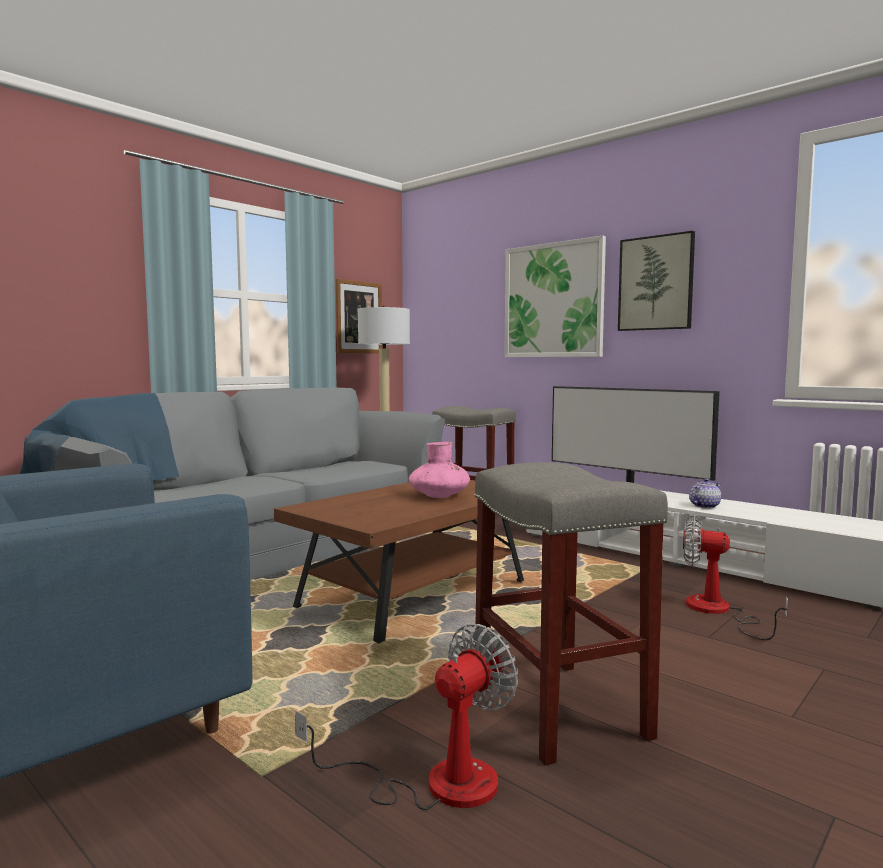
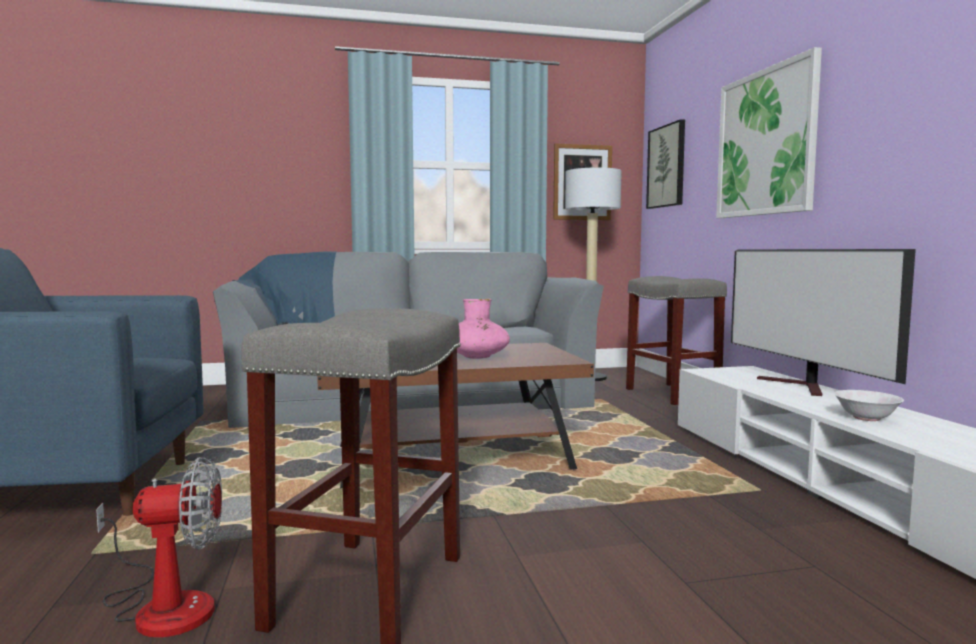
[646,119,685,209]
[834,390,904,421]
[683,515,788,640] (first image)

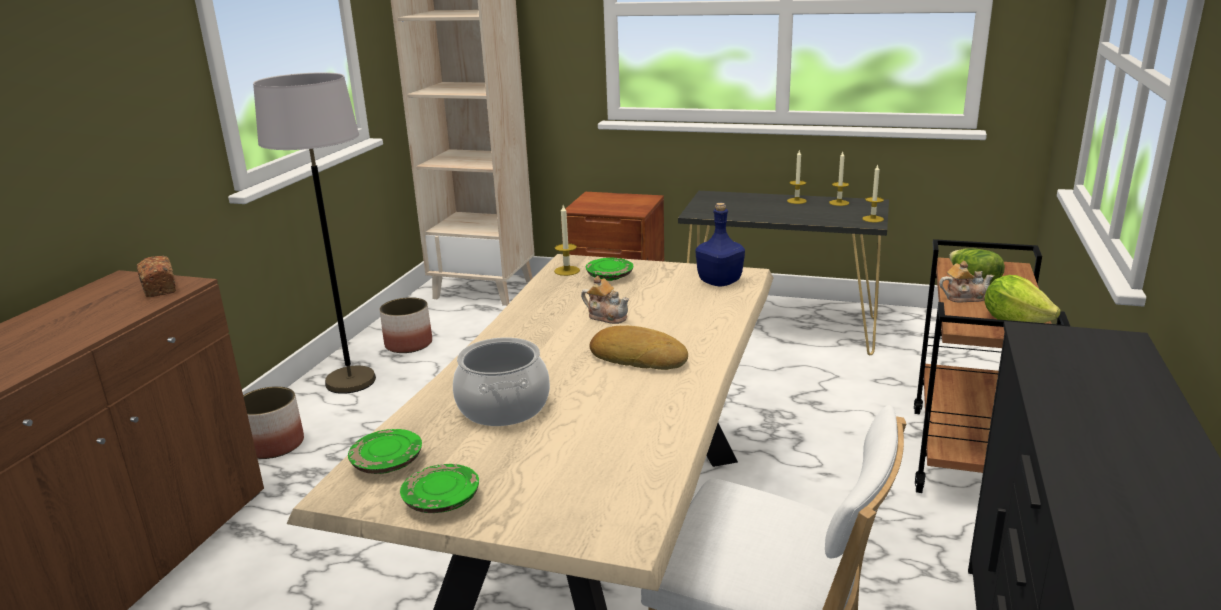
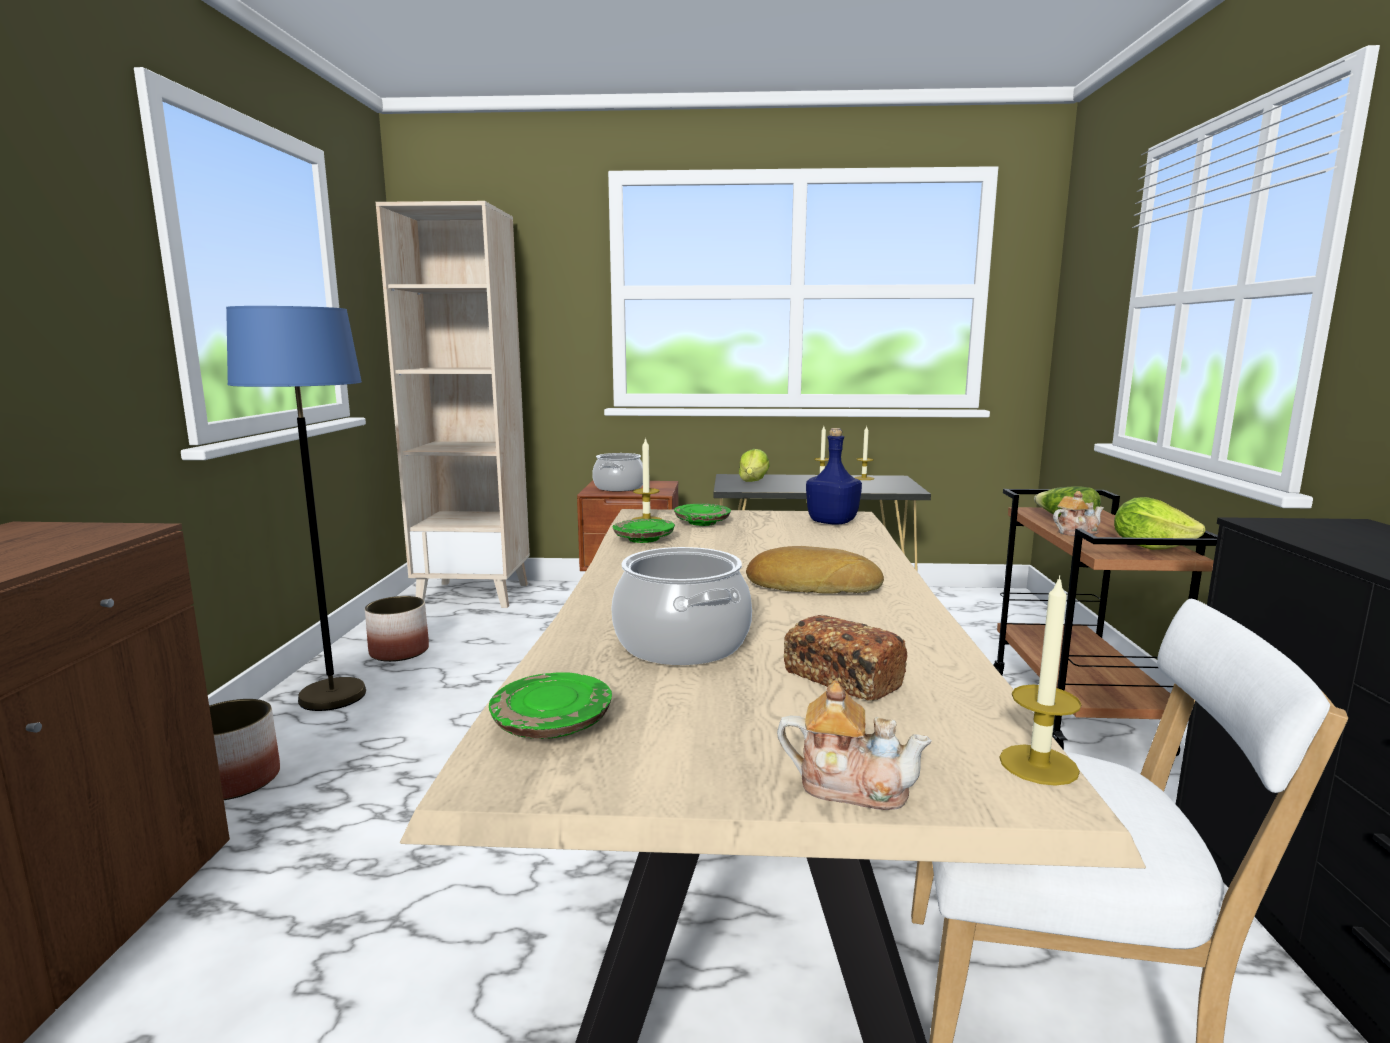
[226,306,366,711]
[999,575,1082,786]
[784,615,908,701]
[777,680,932,810]
[613,519,675,543]
[739,449,770,482]
[592,453,643,492]

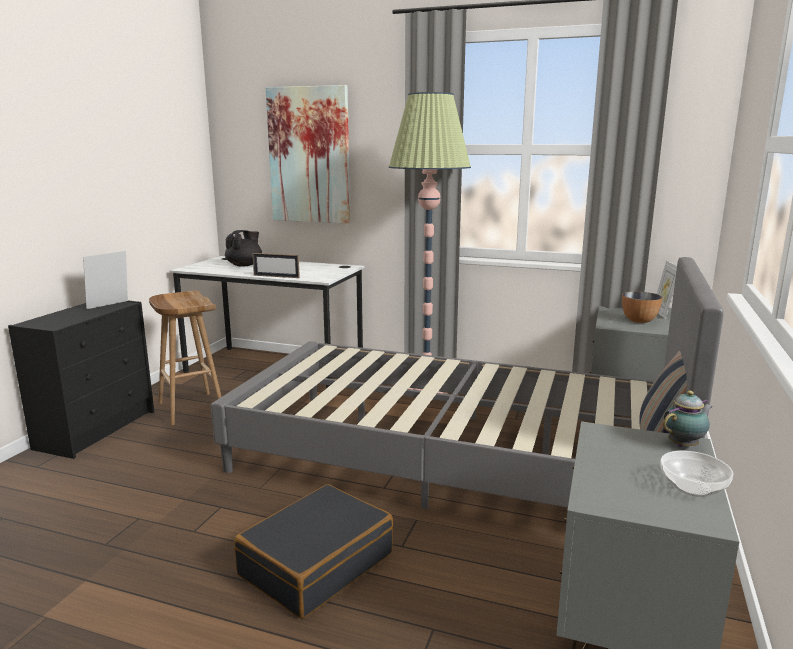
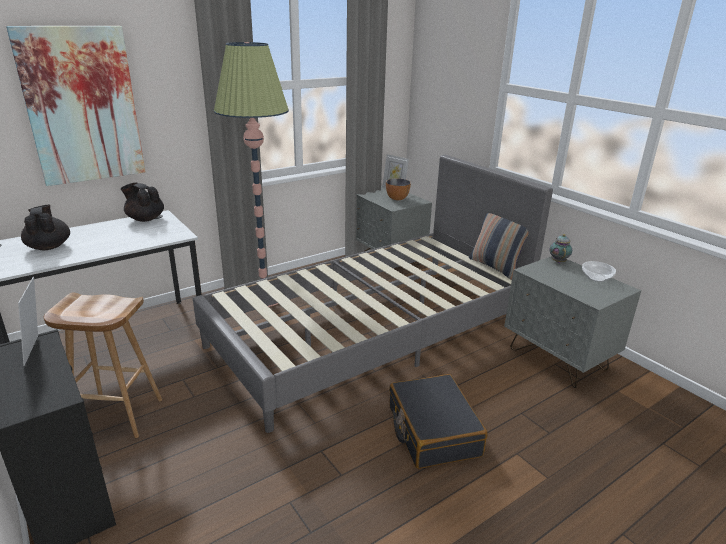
[252,253,300,278] (first image)
[121,183,164,222]

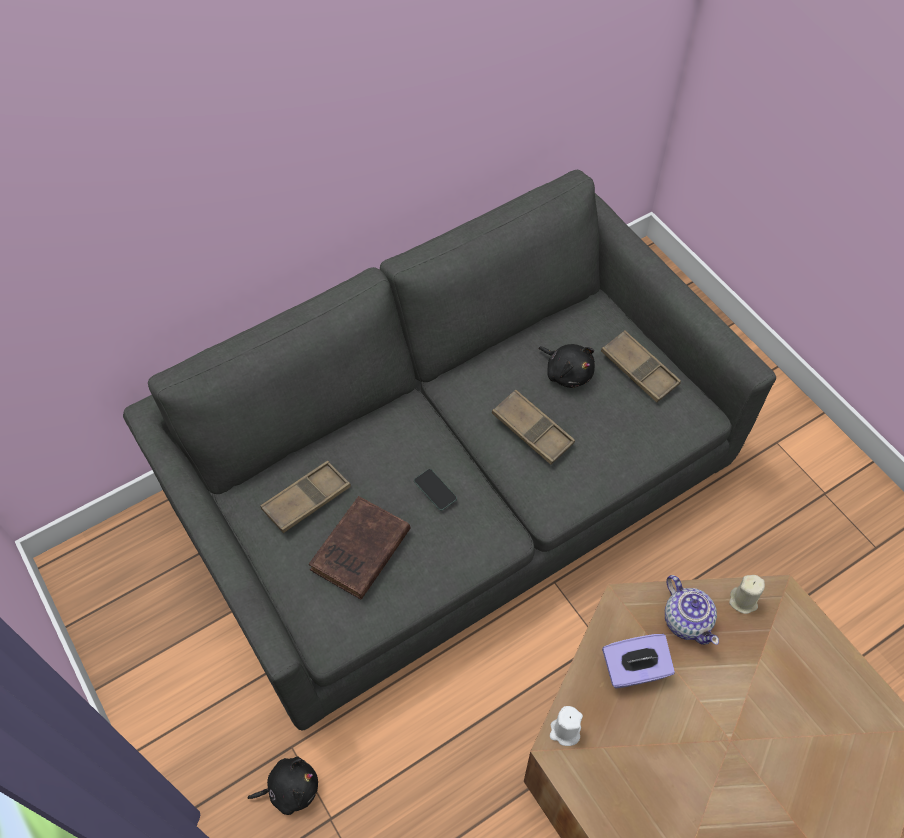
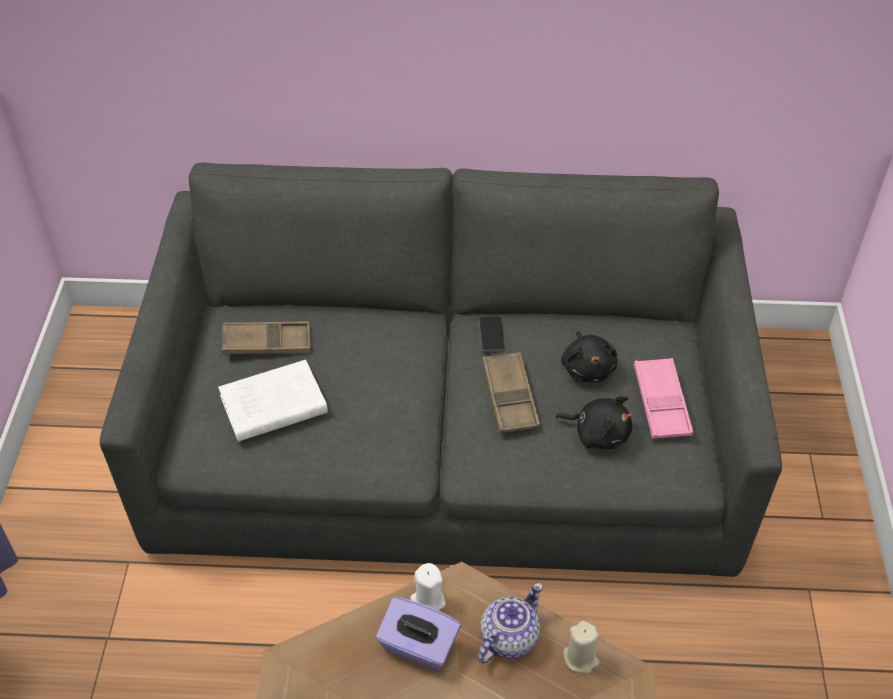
[634,358,693,439]
[479,316,505,352]
[218,360,328,442]
[477,583,543,664]
[410,563,446,611]
[555,396,632,449]

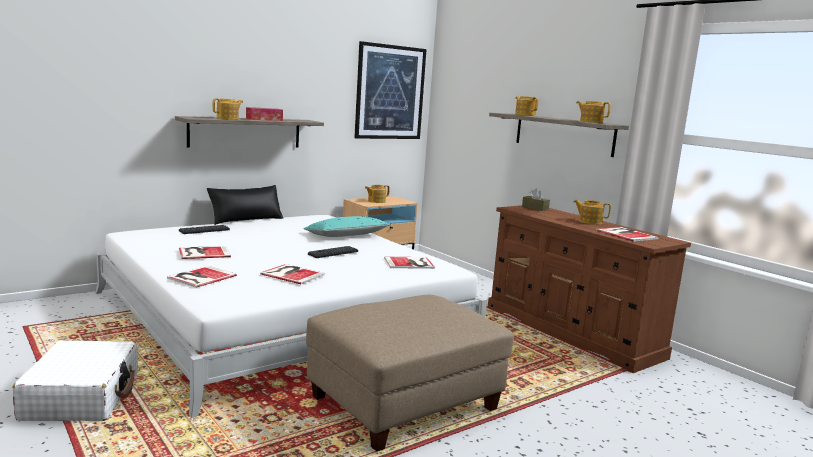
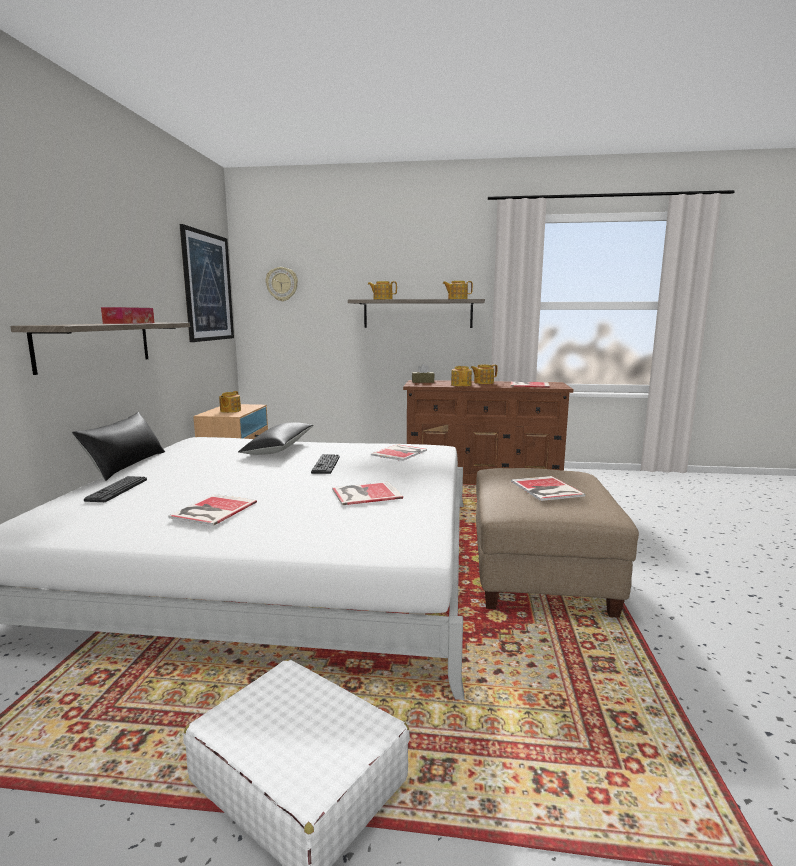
[451,366,472,386]
[238,423,314,455]
[511,476,586,501]
[266,267,298,301]

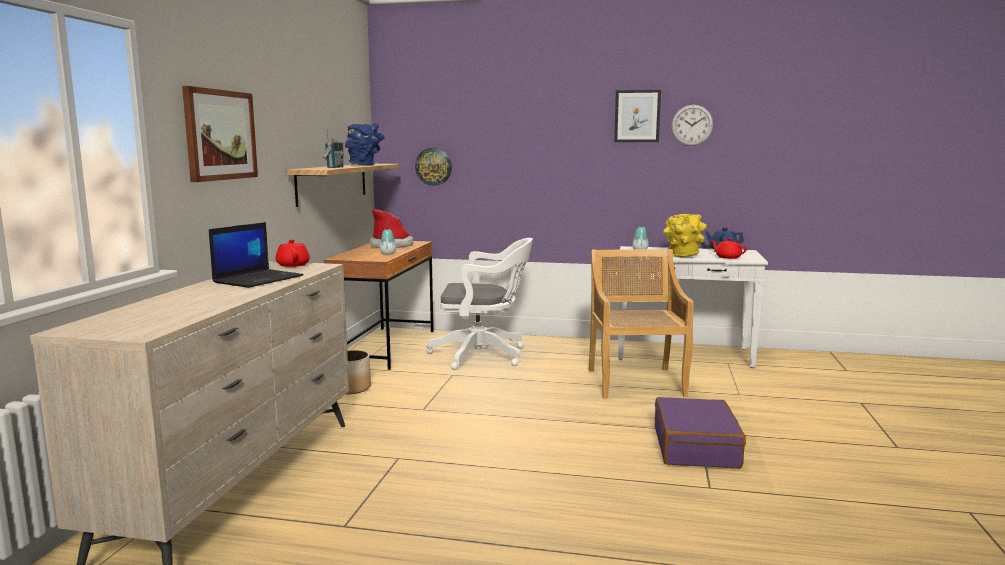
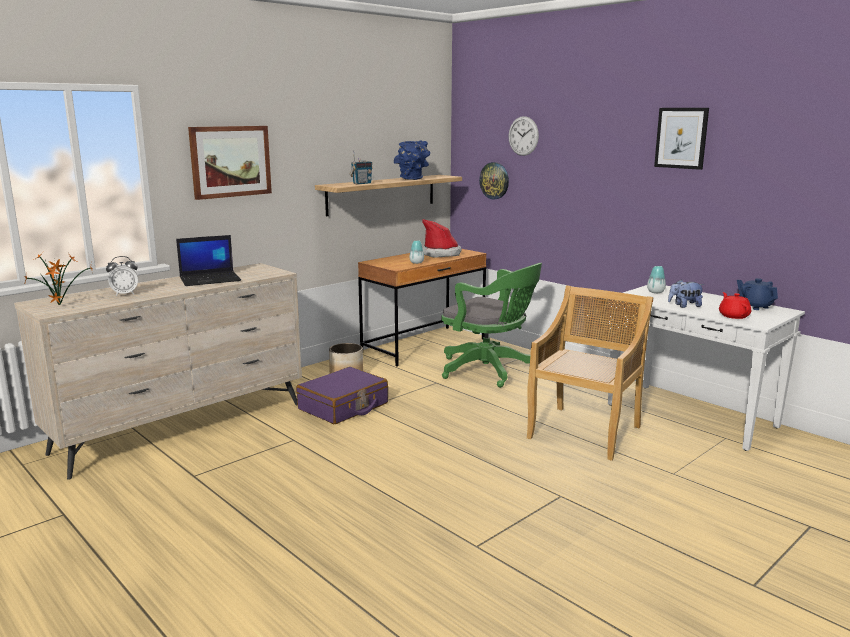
[508,116,539,156]
[668,279,704,308]
[441,263,542,388]
[275,239,310,267] (first image)
[296,367,388,424]
[25,252,93,305]
[106,256,138,296]

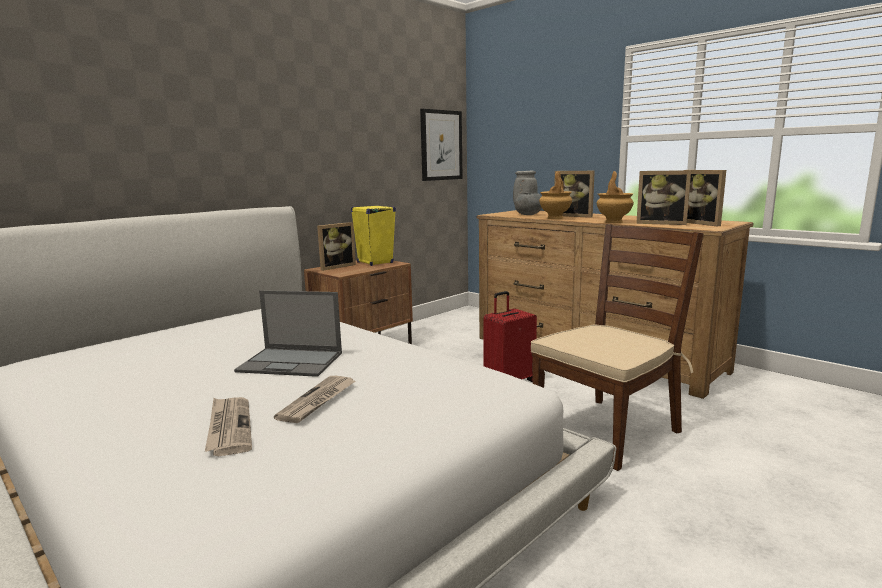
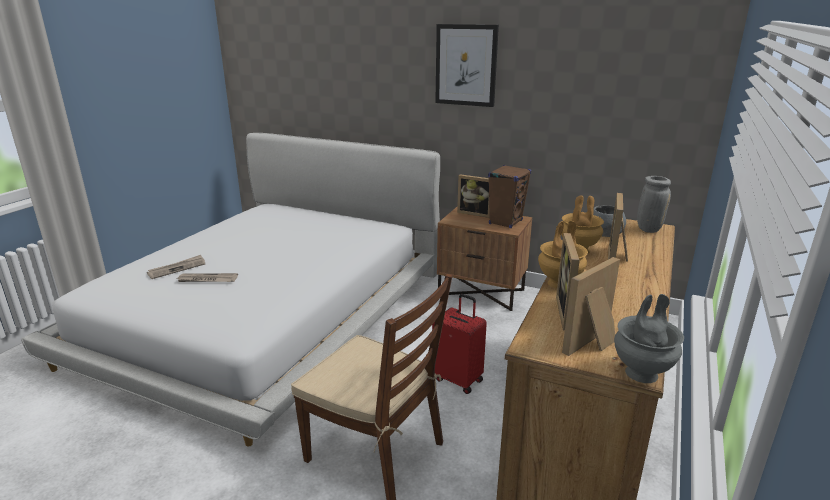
[435,24,499,107]
[488,165,531,228]
[234,290,342,377] (first image)
[614,294,684,383]

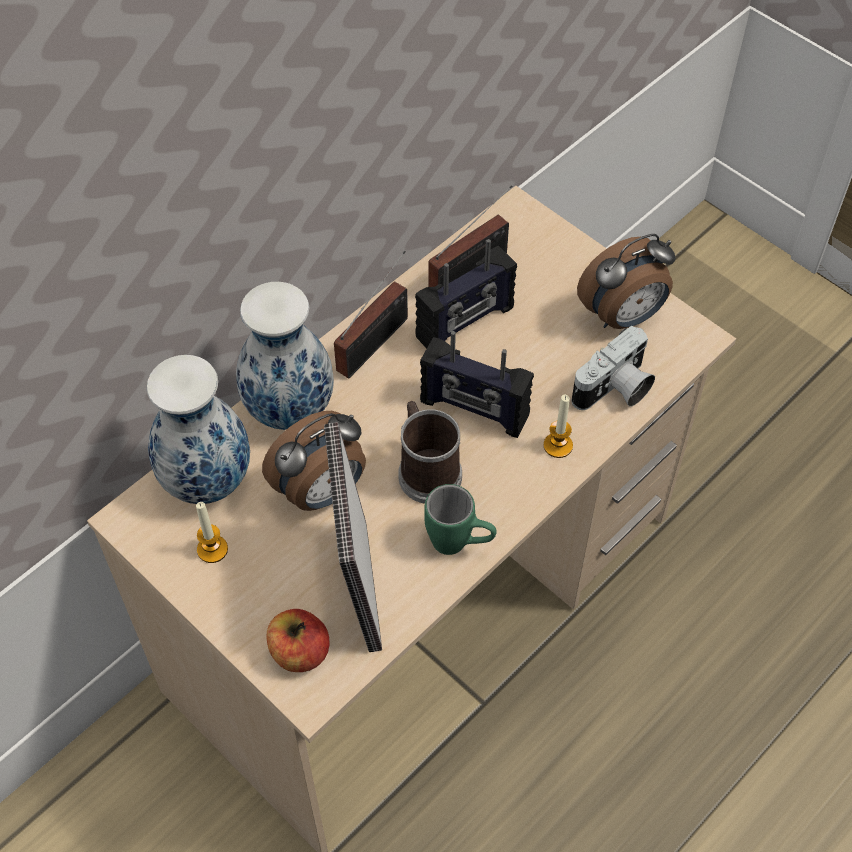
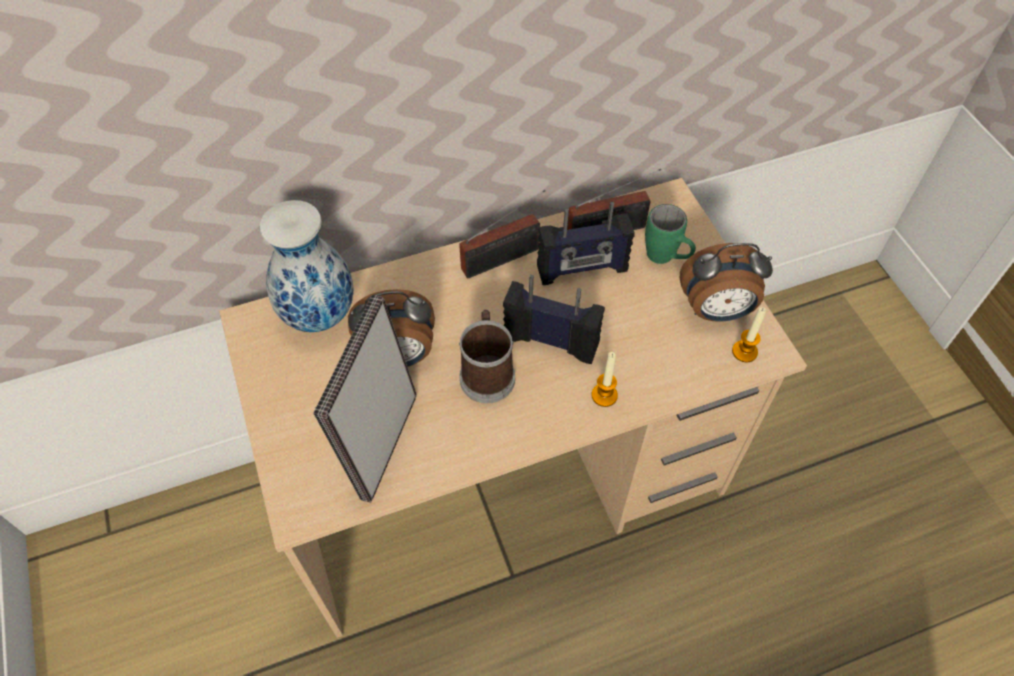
[236,282,334,430] (first image)
[572,325,655,410] (first image)
[503,275,605,364]
[645,204,696,264]
[732,307,766,362]
[267,609,329,672] (first image)

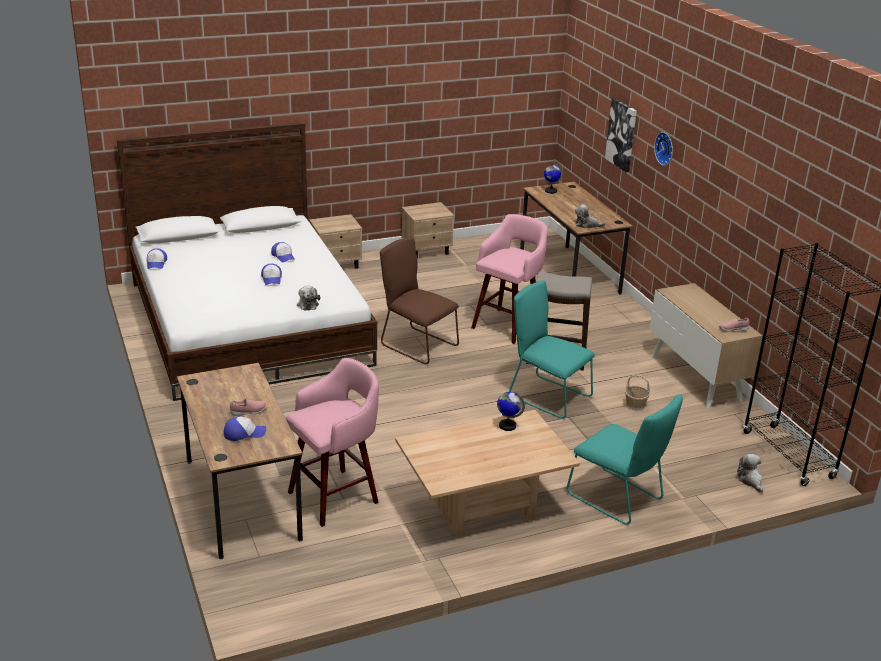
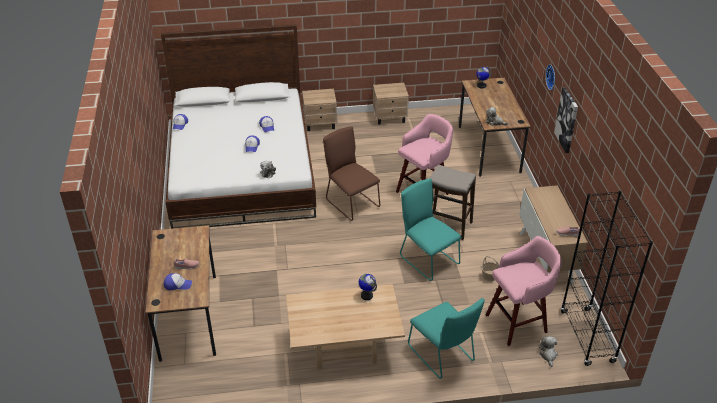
[554,87,578,153]
[486,236,562,346]

